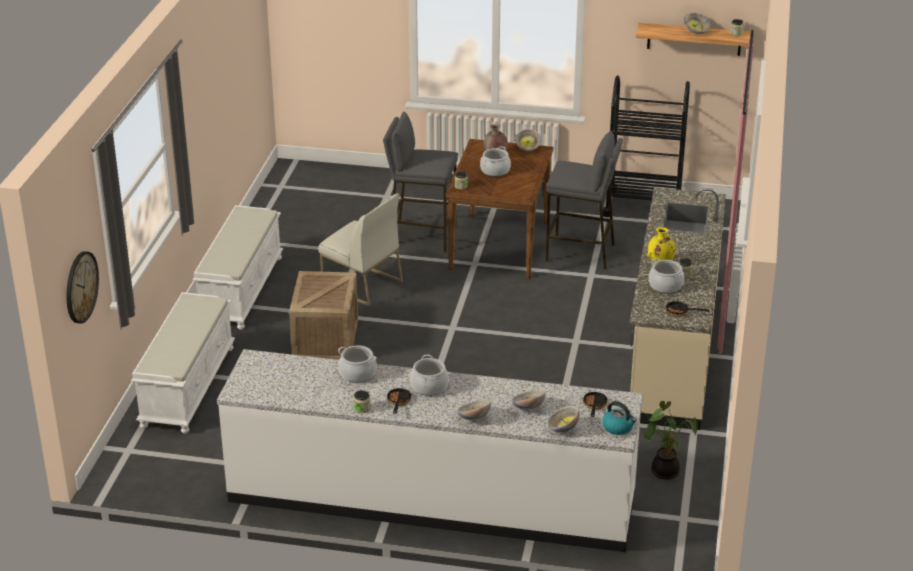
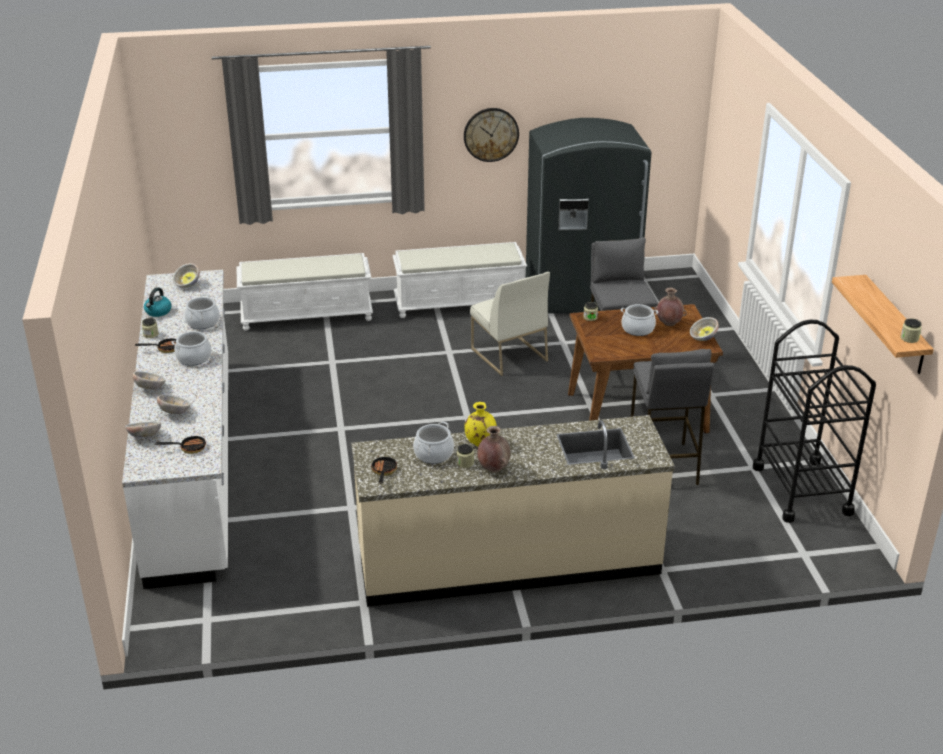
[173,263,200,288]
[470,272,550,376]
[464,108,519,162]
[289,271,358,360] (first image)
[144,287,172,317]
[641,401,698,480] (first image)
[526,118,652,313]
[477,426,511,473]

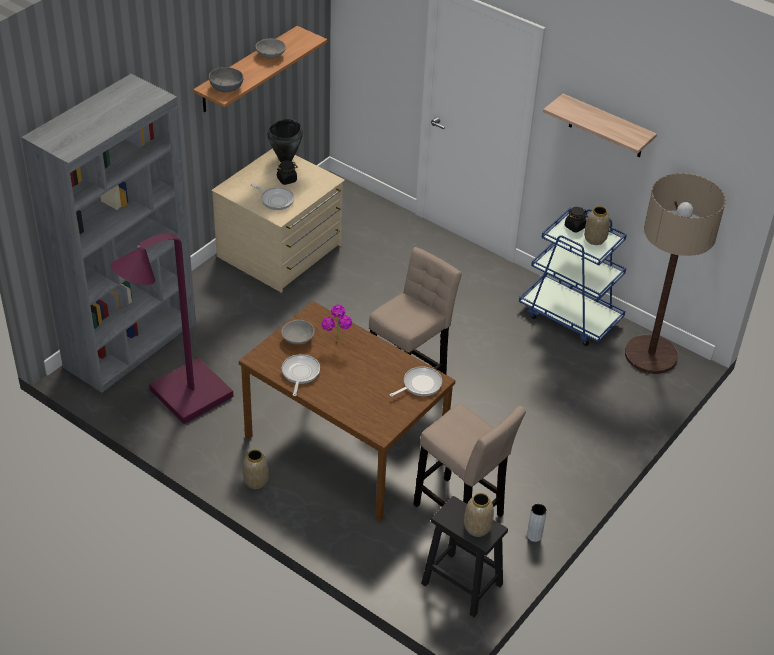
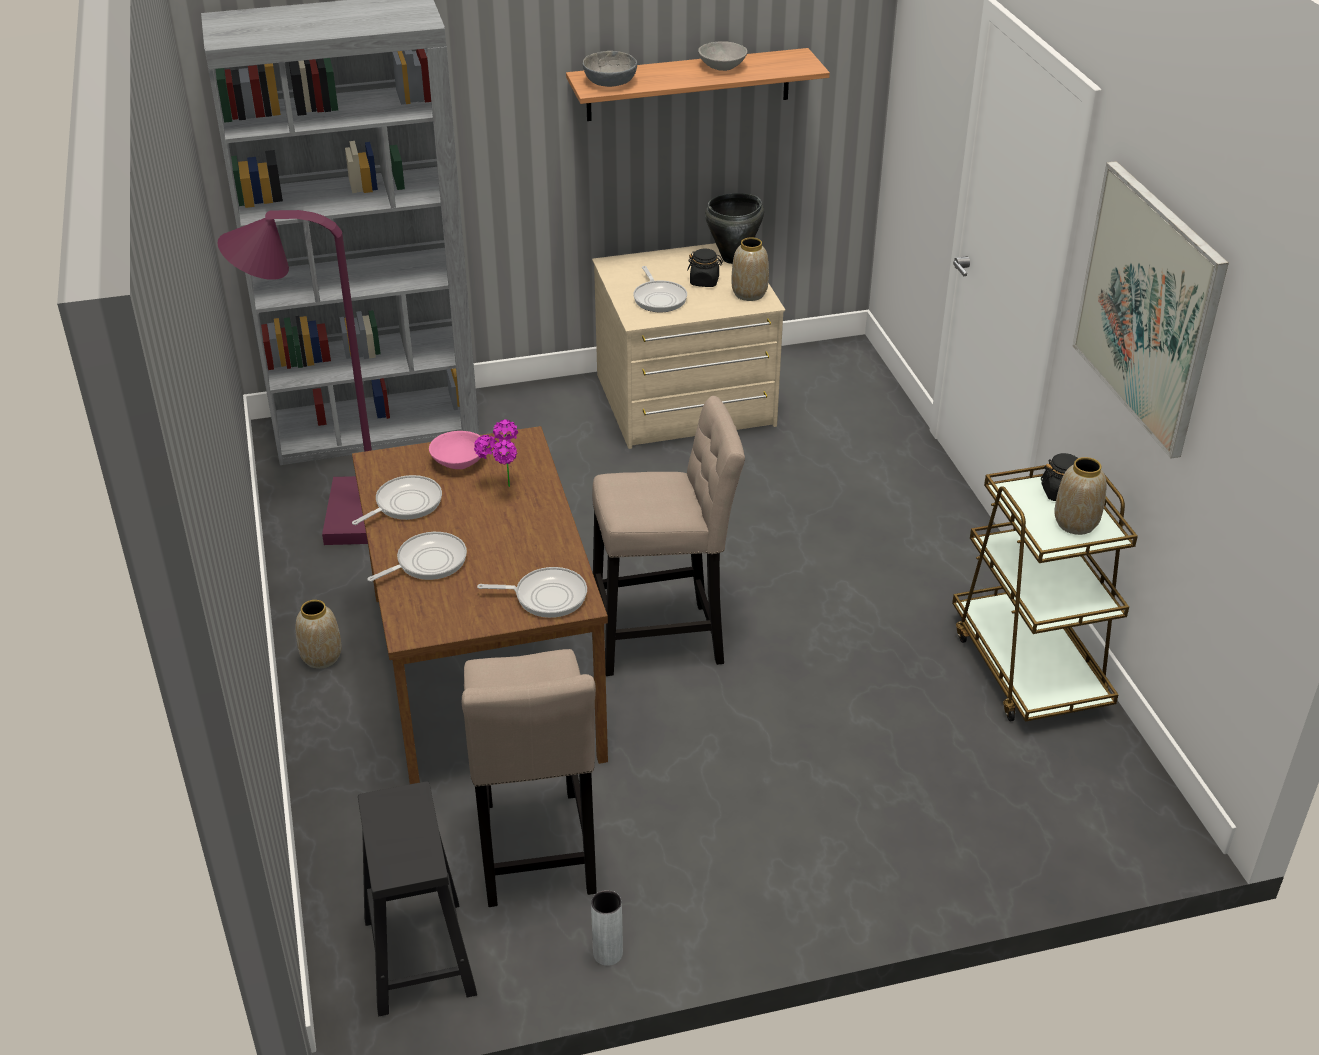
[1073,161,1229,459]
[625,173,726,374] (first image)
[952,465,1138,722]
[429,431,485,469]
[732,238,769,301]
[368,532,467,582]

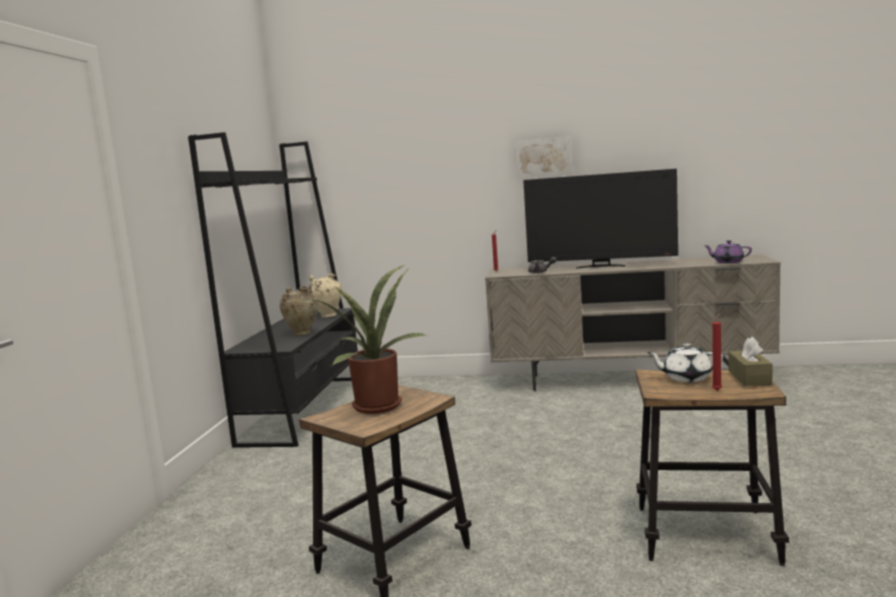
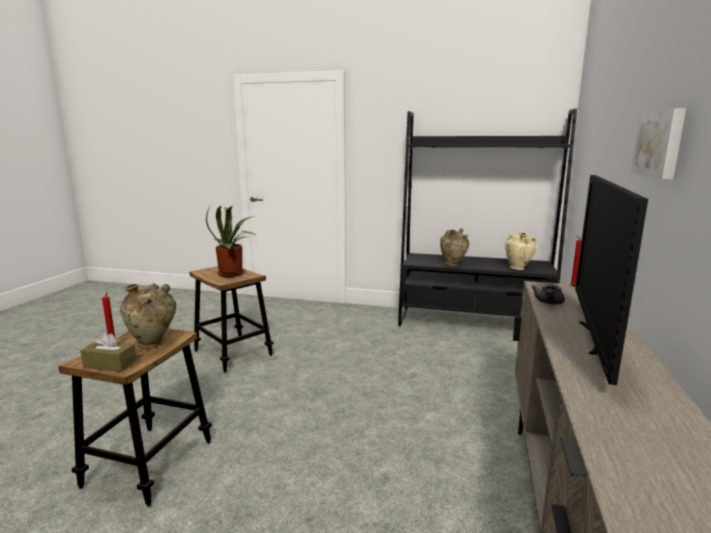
[704,240,752,263] (first image)
[120,283,176,348]

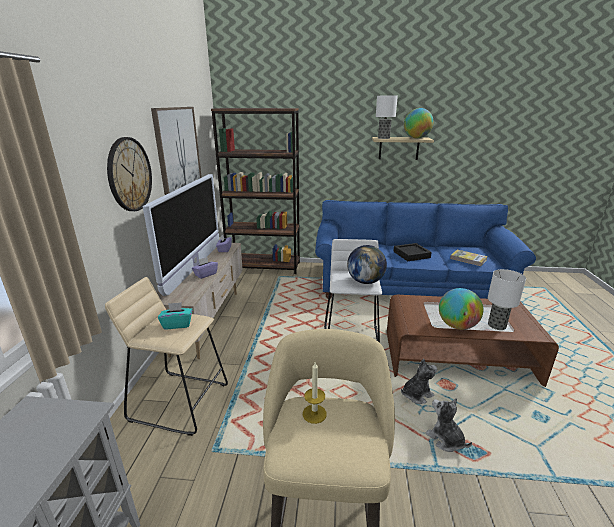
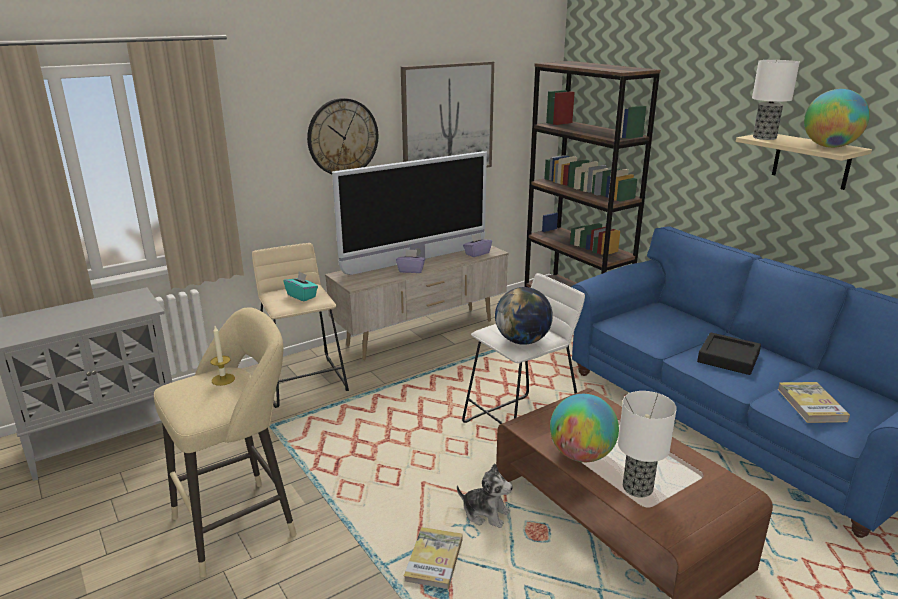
[404,527,463,590]

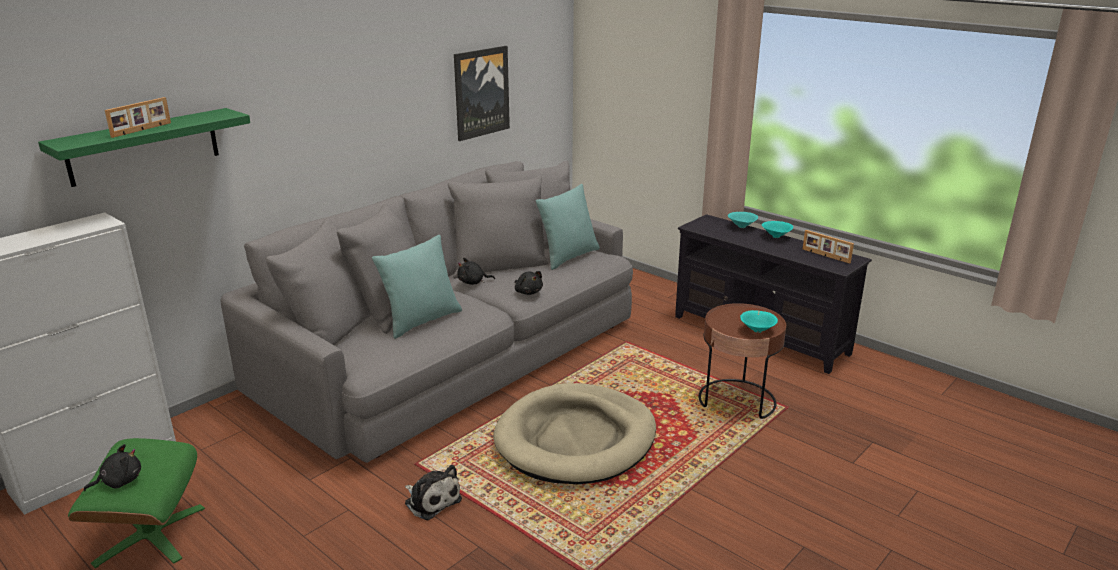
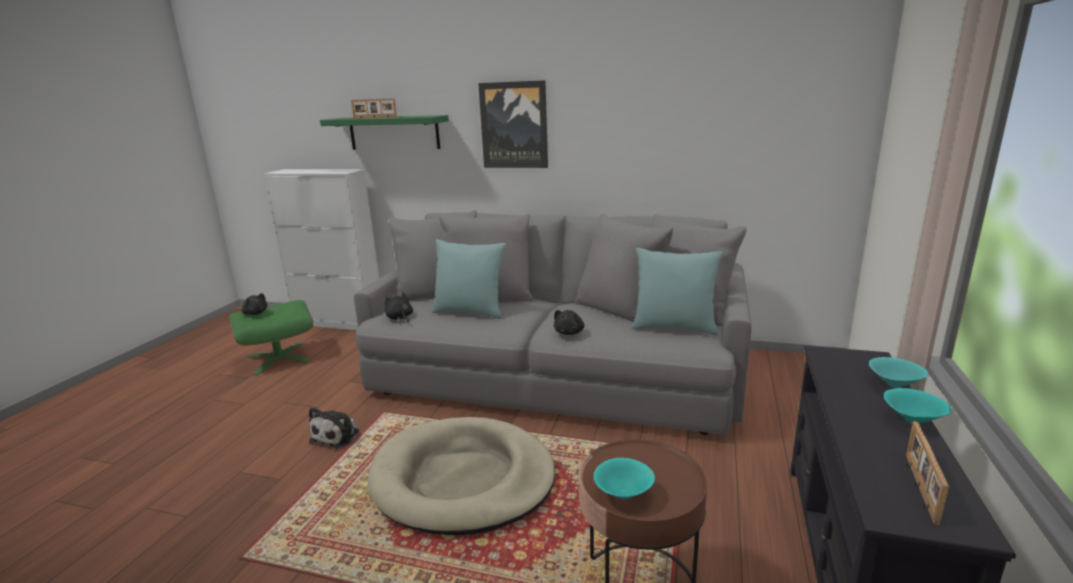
[478,80,548,168]
[384,292,413,323]

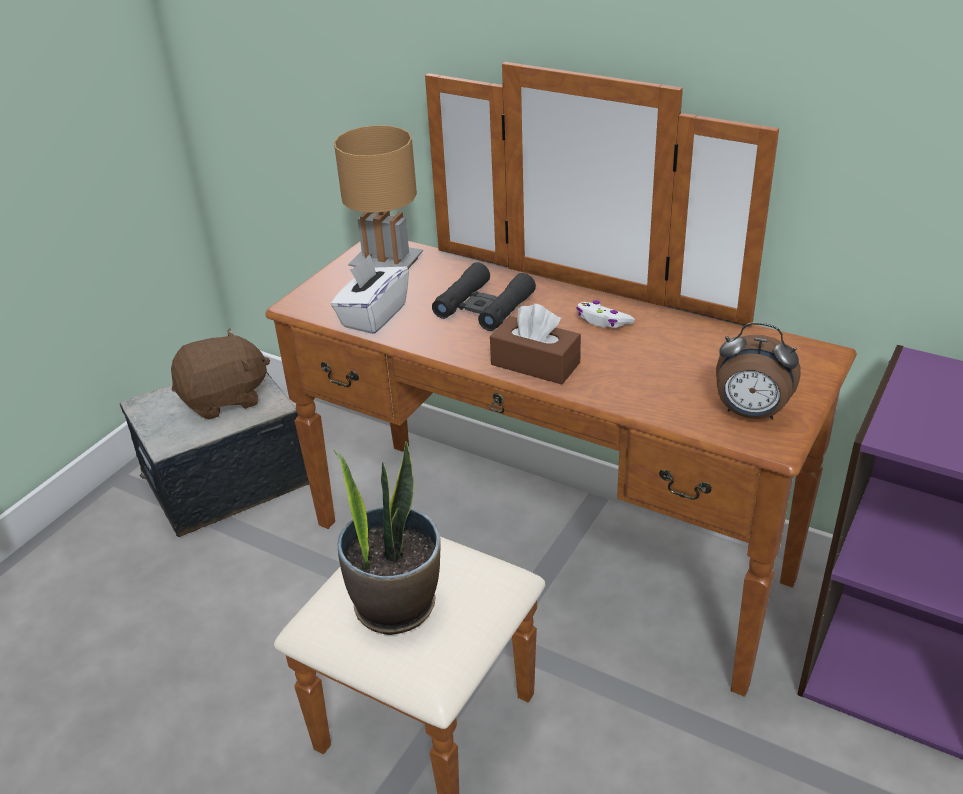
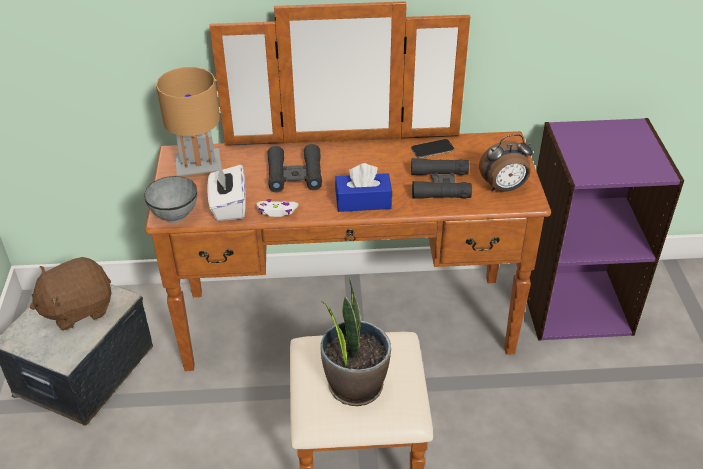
[257,199,298,217]
[335,163,392,212]
[30,257,112,331]
[411,139,454,158]
[411,158,472,199]
[144,176,197,223]

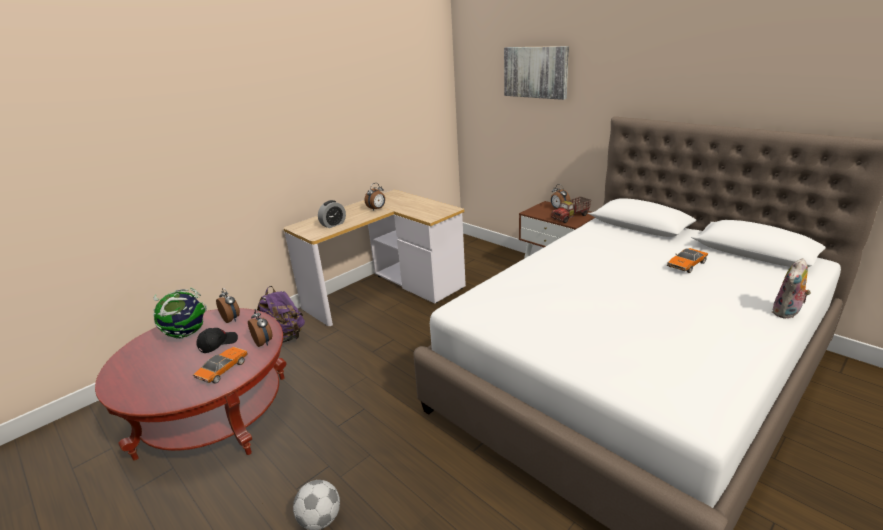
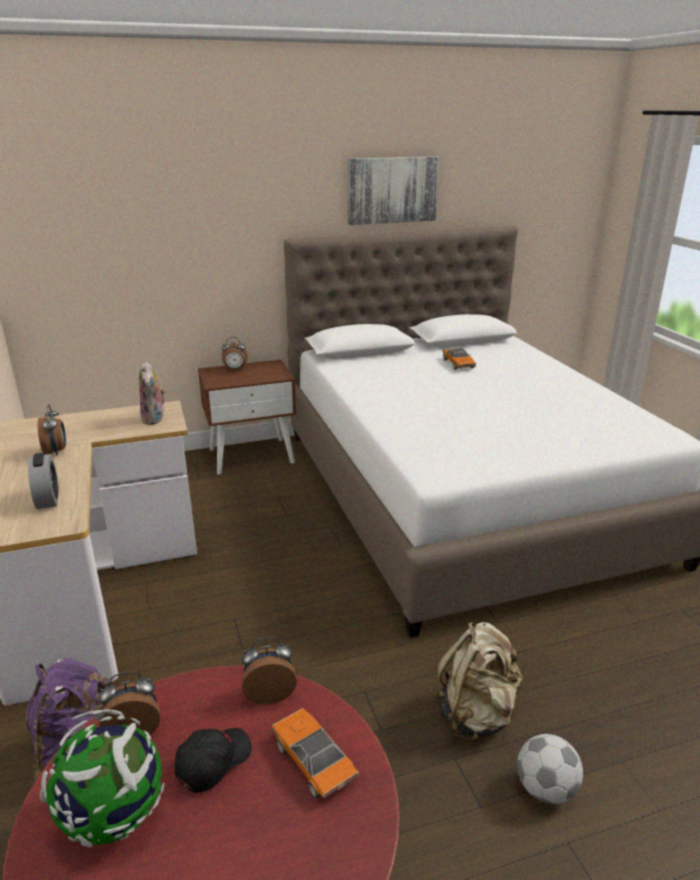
[348,156,440,225]
[551,197,591,223] (first image)
[139,361,165,425]
[174,728,252,793]
[437,622,523,741]

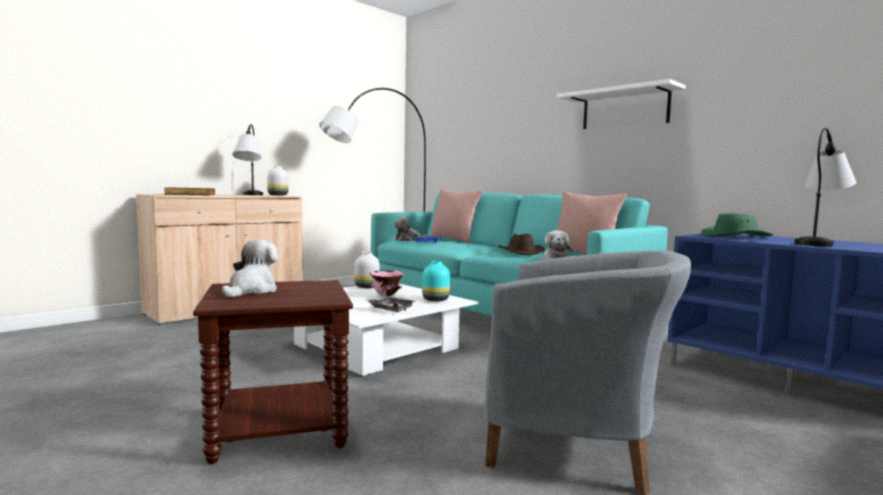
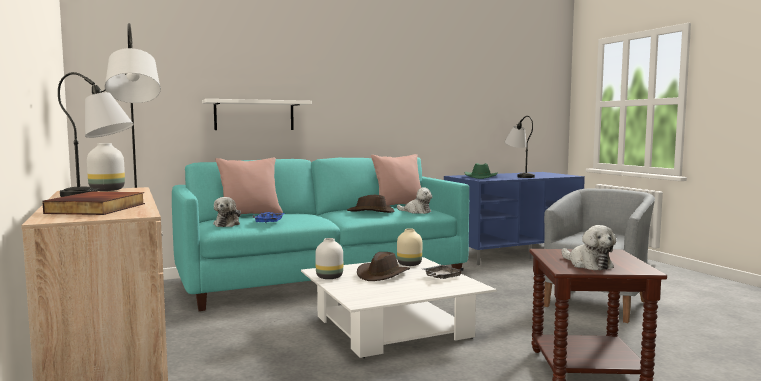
[202,99,312,130]
[562,225,616,270]
[397,228,422,266]
[357,252,410,281]

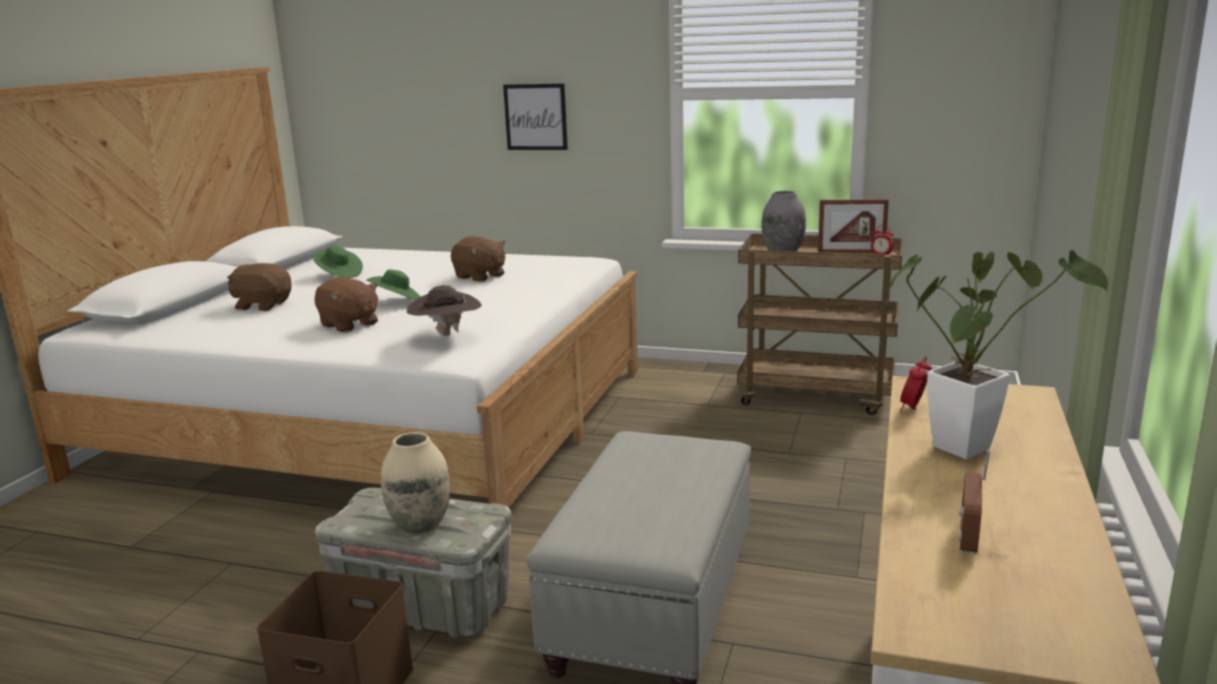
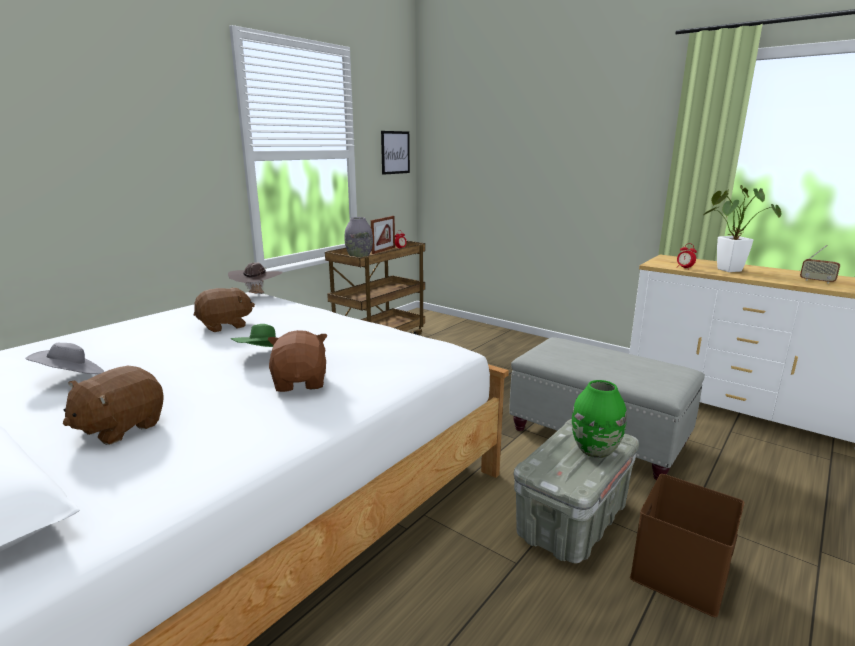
[381,131,410,175]
[25,343,104,374]
[268,330,327,392]
[228,262,283,294]
[572,380,627,458]

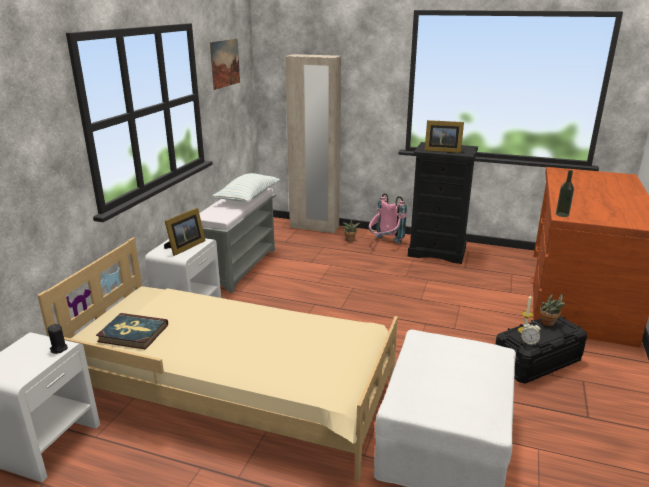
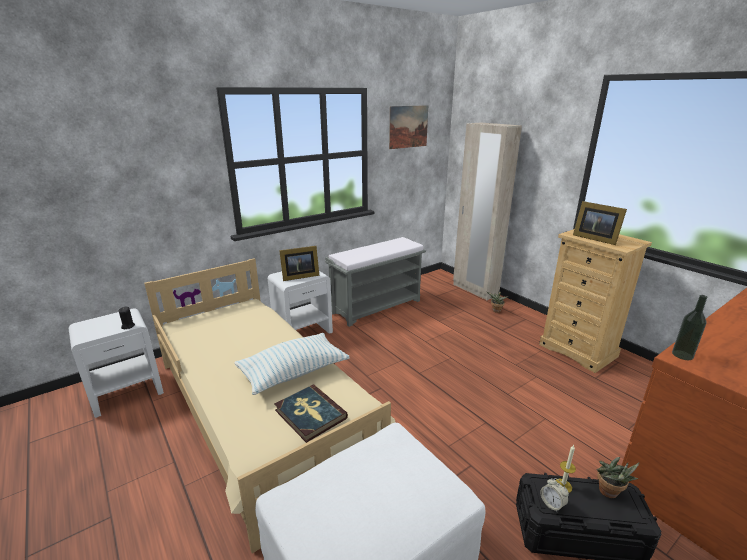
[539,229,652,373]
[234,333,350,395]
[368,193,407,243] (first image)
[275,384,348,443]

